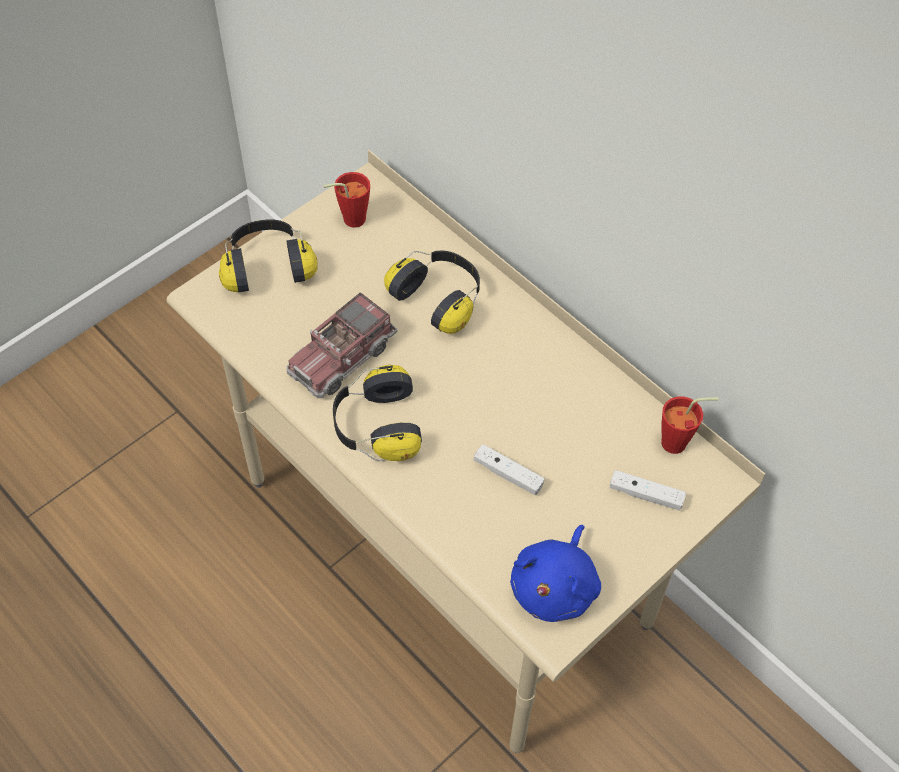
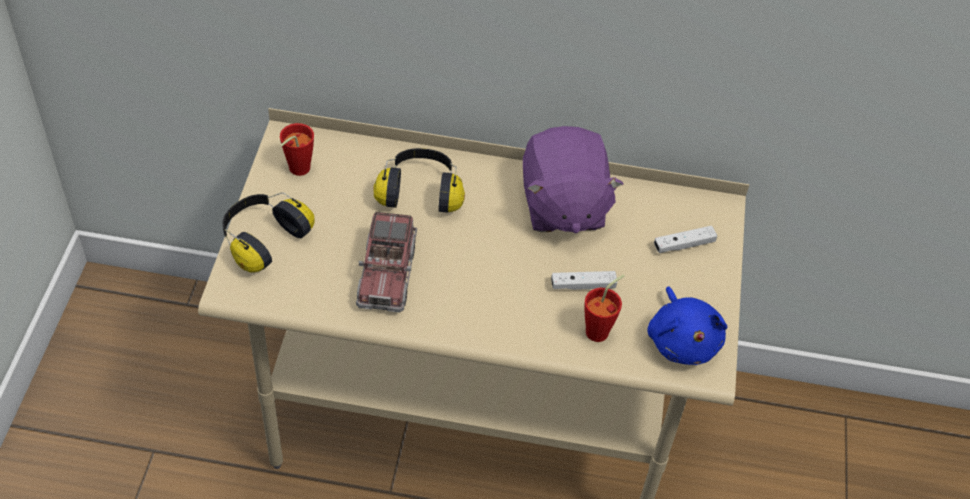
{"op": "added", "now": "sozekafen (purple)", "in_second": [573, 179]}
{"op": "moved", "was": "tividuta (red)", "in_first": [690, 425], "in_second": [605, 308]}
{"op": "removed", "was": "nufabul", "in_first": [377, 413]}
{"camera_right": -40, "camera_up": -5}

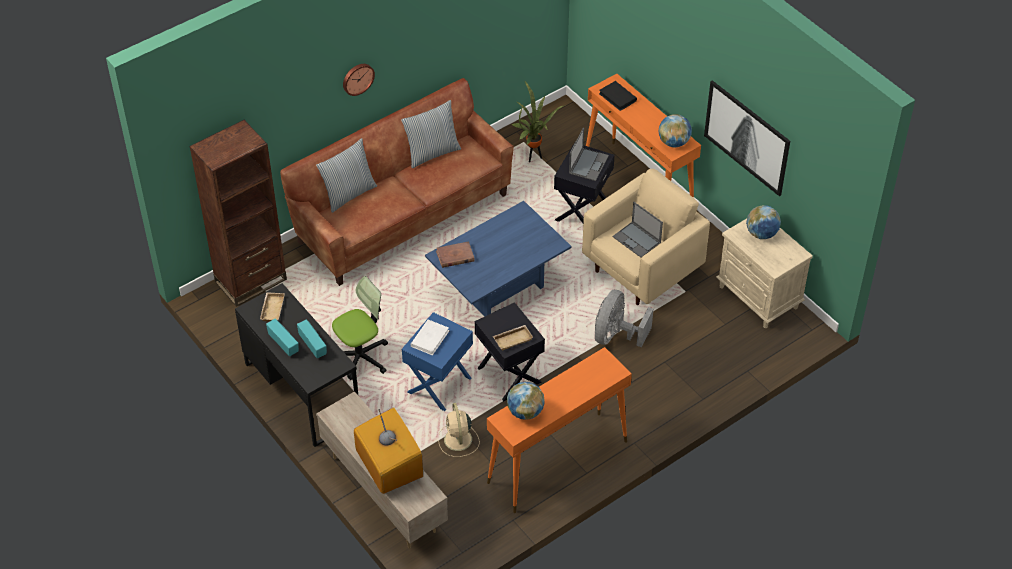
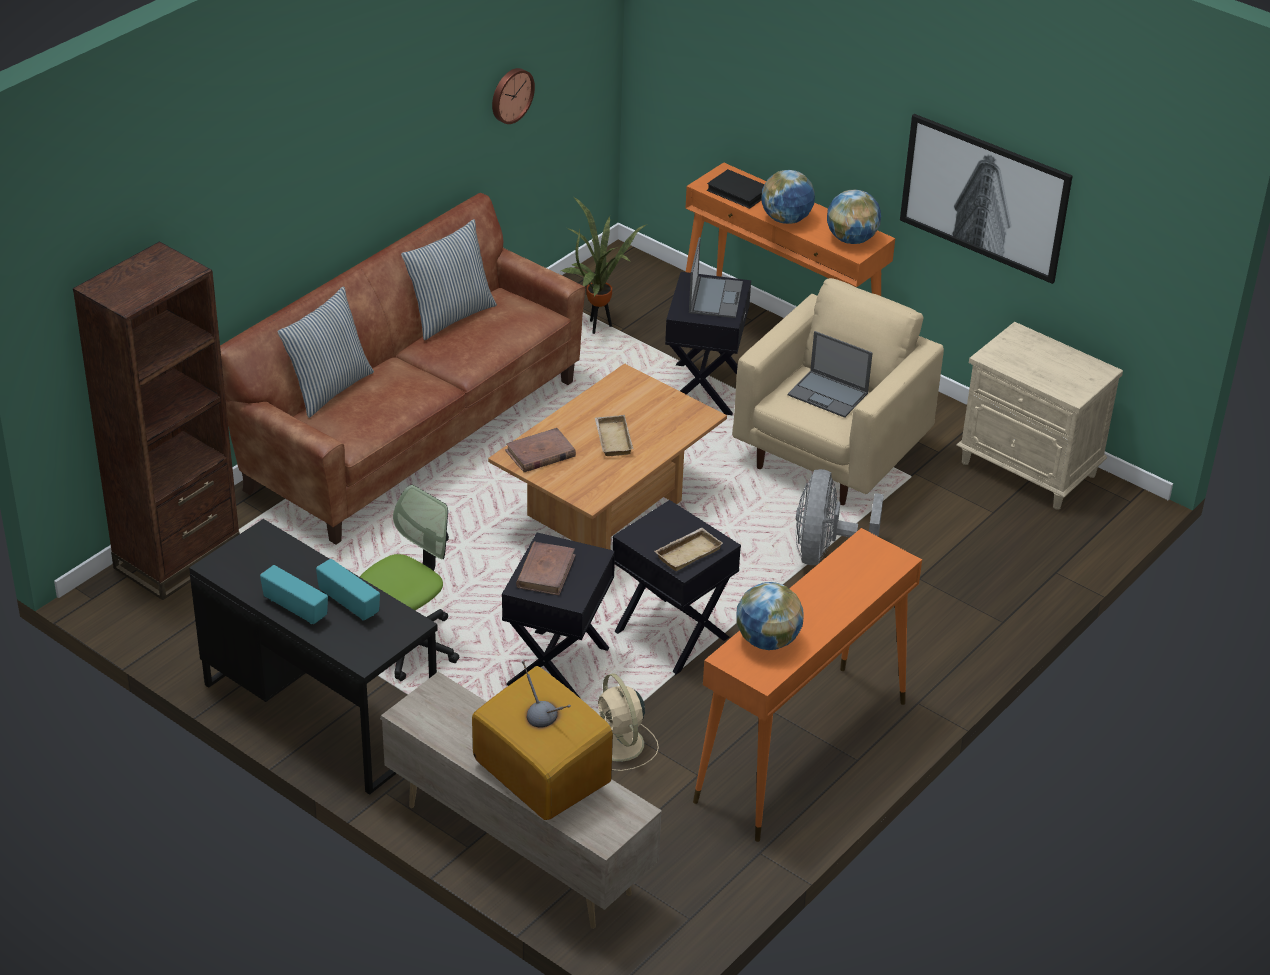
{"op": "recoloured", "was": "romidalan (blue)", "now": "romidalan (brown)", "in_first": [498, 259], "in_second": [607, 456]}
{"op": "moved", "was": "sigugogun", "in_first": [359, 80], "in_second": [513, 96]}
{"op": "recoloured", "was": "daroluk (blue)", "now": "daroluk (black)", "in_first": [437, 361], "in_second": [558, 616]}
{"op": "recoloured", "was": "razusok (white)", "now": "razusok (brown)", "in_first": [430, 338], "in_second": [546, 568]}
{"op": "moved", "was": "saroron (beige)", "in_first": [272, 307], "in_second": [614, 435]}
{"op": "moved", "was": "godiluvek", "in_first": [763, 222], "in_second": [788, 197]}
{"camera_right": -15, "camera_up": -10}

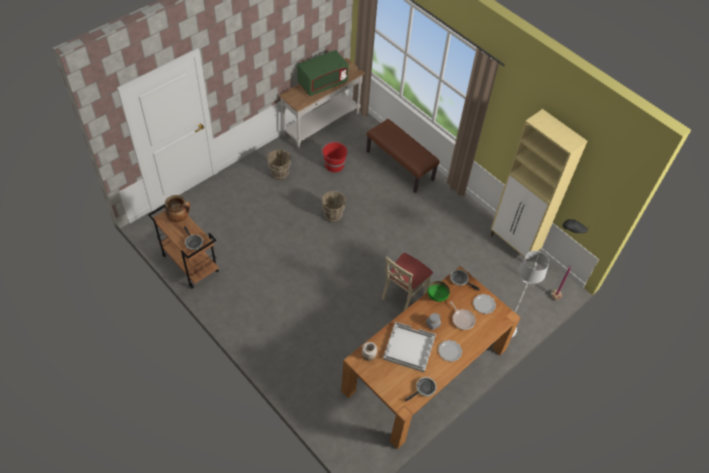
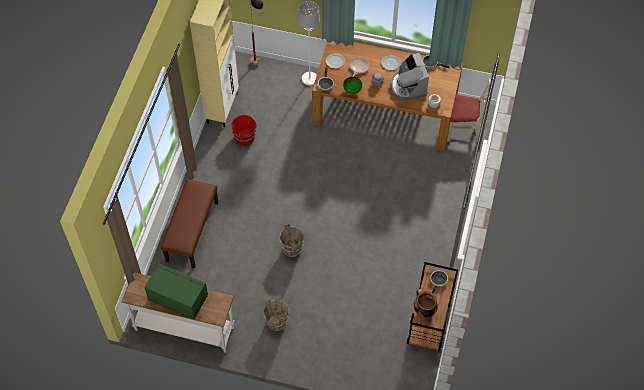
{"op": "moved", "was": "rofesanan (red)", "in_first": [334, 156], "in_second": [243, 130]}
{"op": "replaced", "was": "saroron (white)", "now": "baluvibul", "in_first": [409, 347], "in_second": [410, 77]}
{"op": "moved", "was": "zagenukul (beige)", "in_first": [407, 282], "in_second": [469, 110]}
{"camera_right": -120, "camera_up": 5}

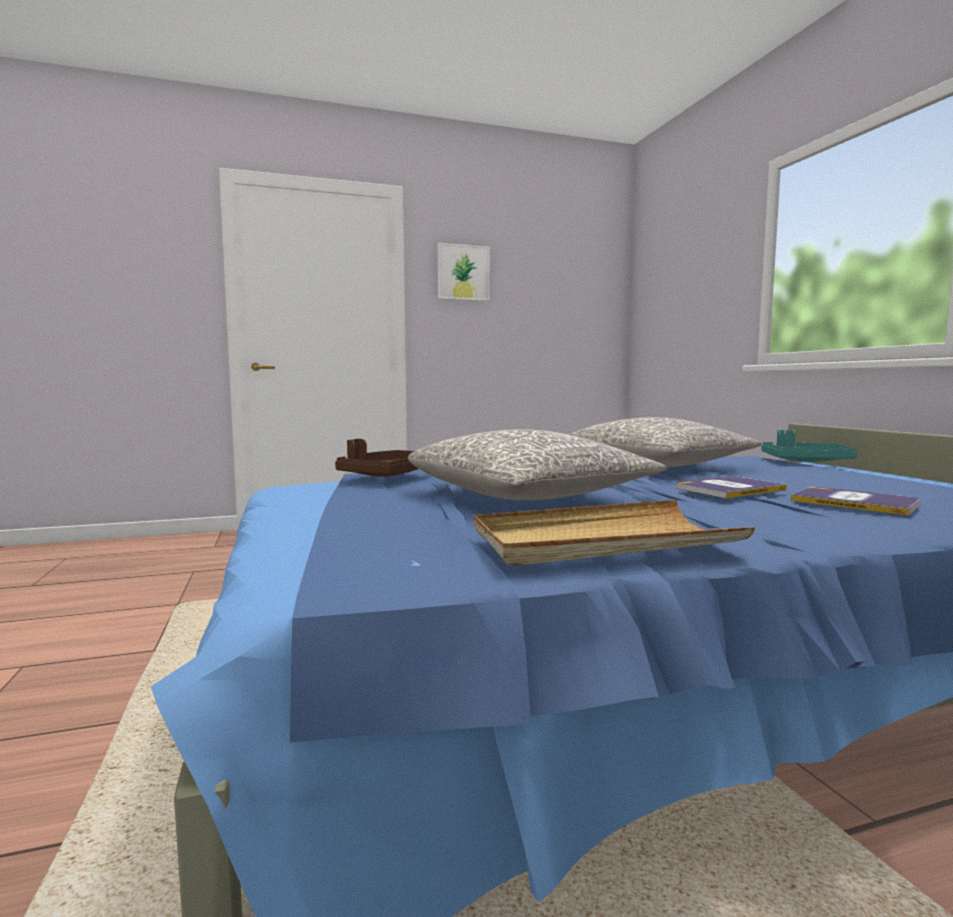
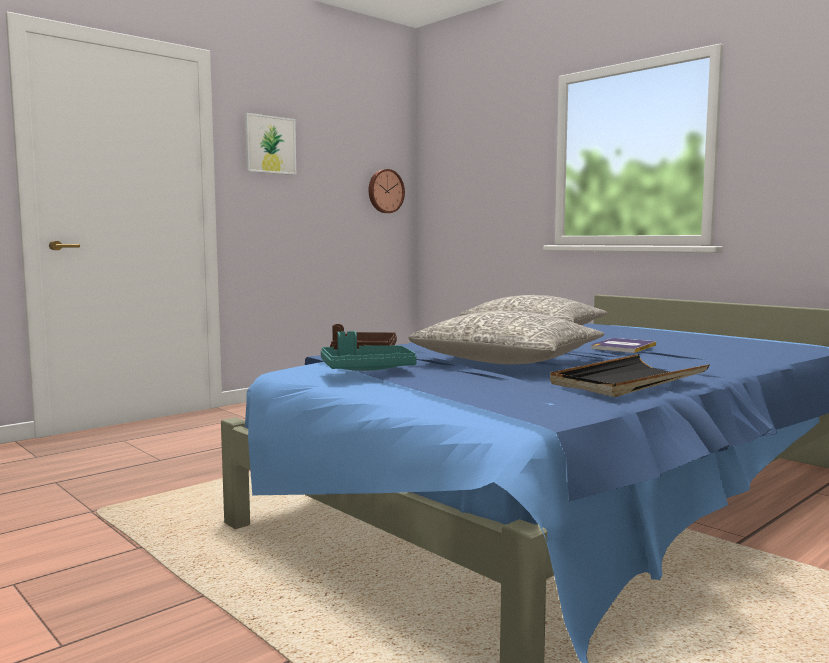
{"op": "moved", "was": "saroron (turquoise)", "in_first": [809, 446], "in_second": [369, 351]}
{"op": "added", "now": "sigugogun", "in_second": [387, 191]}
{"op": "recoloured", "was": "saroron (beige)", "now": "saroron (black)", "in_first": [615, 533], "in_second": [630, 375]}
{"op": "removed", "was": "razusok", "in_first": [856, 501]}
{"camera_right": -25, "camera_up": 0}

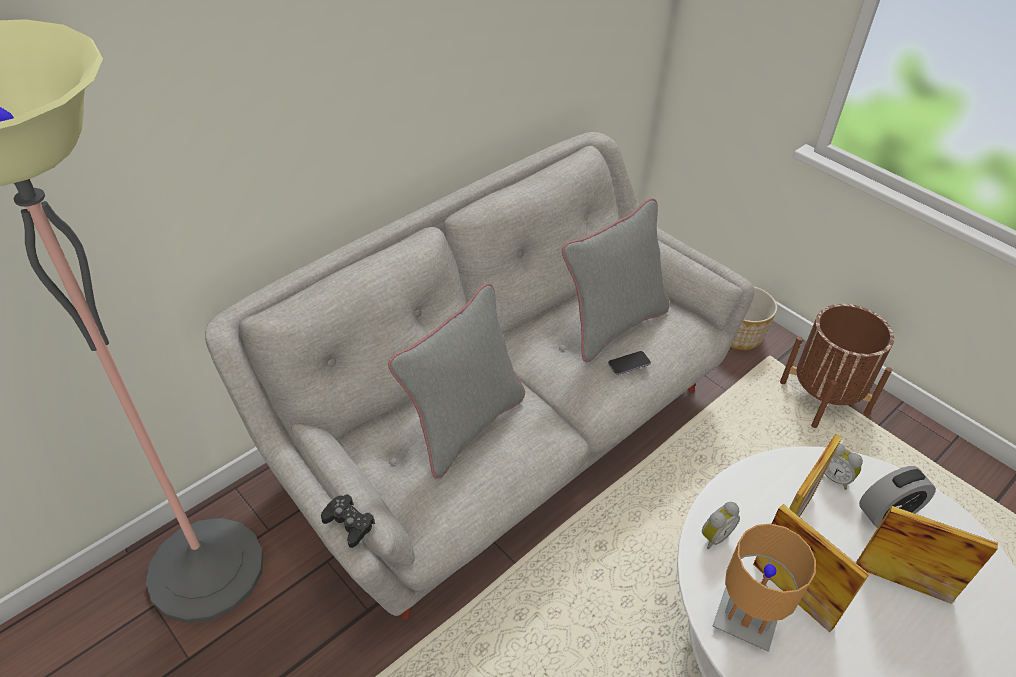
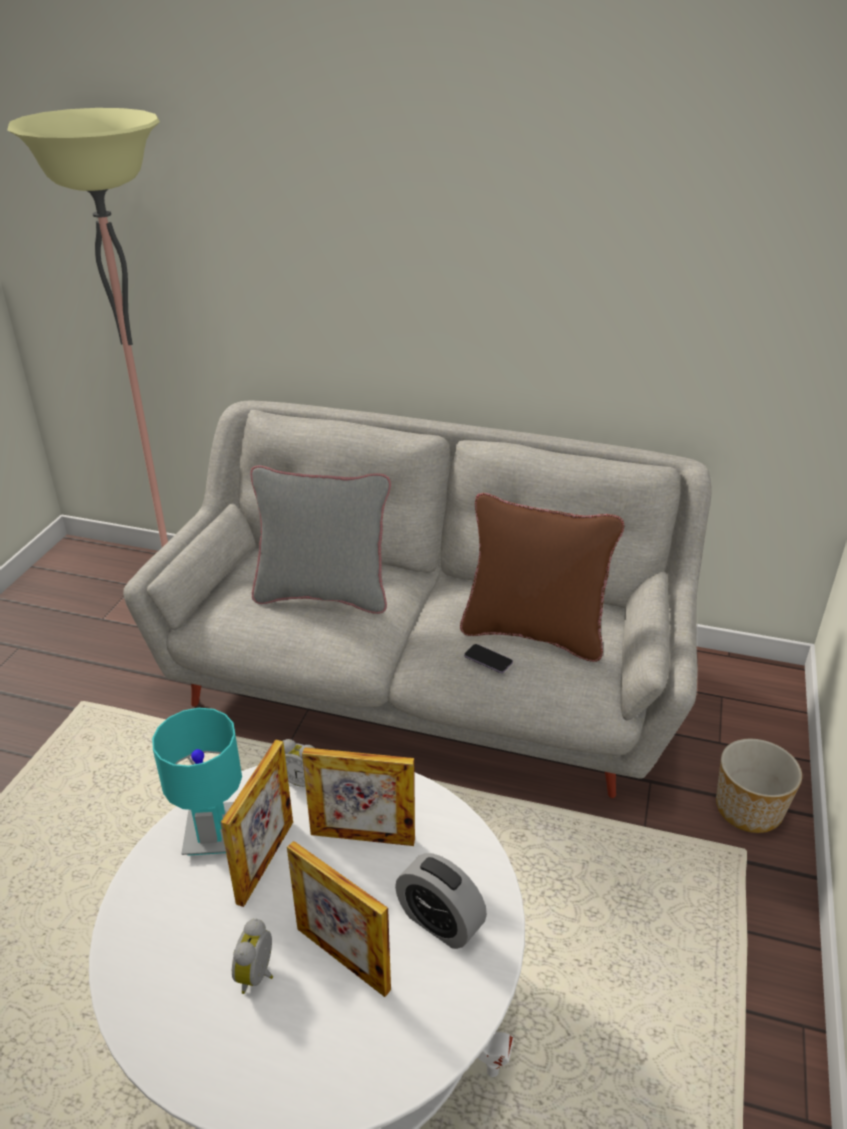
{"op": "recoloured", "was": "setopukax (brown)", "now": "setopukax (turquoise)", "in_first": [764, 587], "in_second": [197, 782]}
{"op": "moved", "was": "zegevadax", "in_first": [843, 466], "in_second": [252, 956]}
{"op": "turned", "was": "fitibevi", "in_first": [927, 555], "in_second": [339, 919], "clockwise": 135}
{"op": "recoloured", "was": "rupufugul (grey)", "now": "rupufugul (brown)", "in_first": [616, 280], "in_second": [542, 577]}
{"op": "removed", "was": "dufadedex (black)", "in_first": [348, 521]}
{"op": "removed", "was": "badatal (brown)", "in_first": [837, 366]}
{"camera_right": 60, "camera_up": -10}

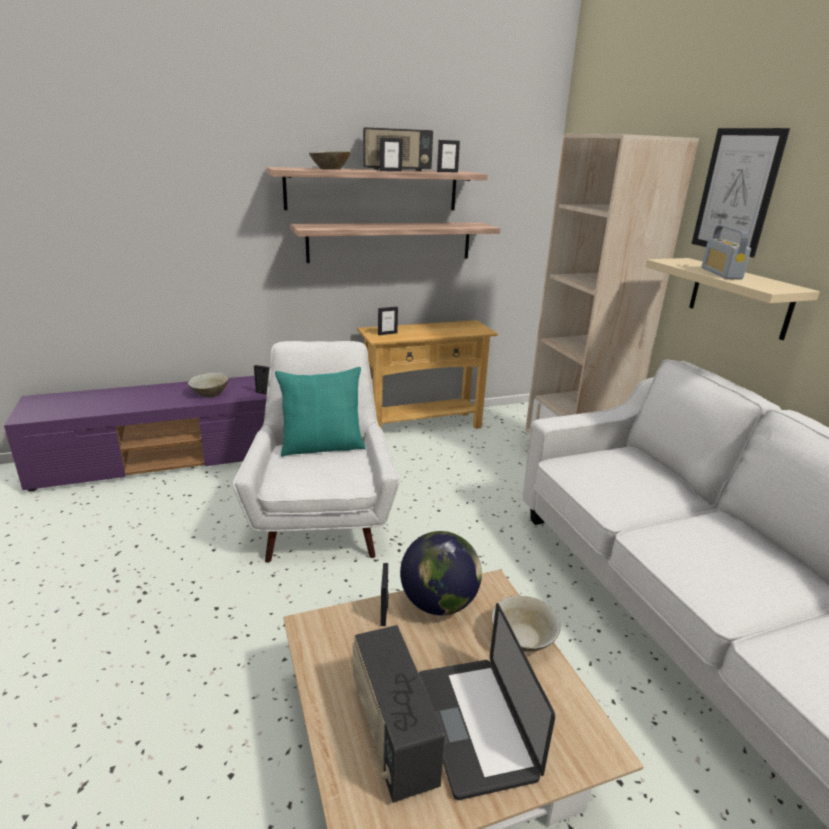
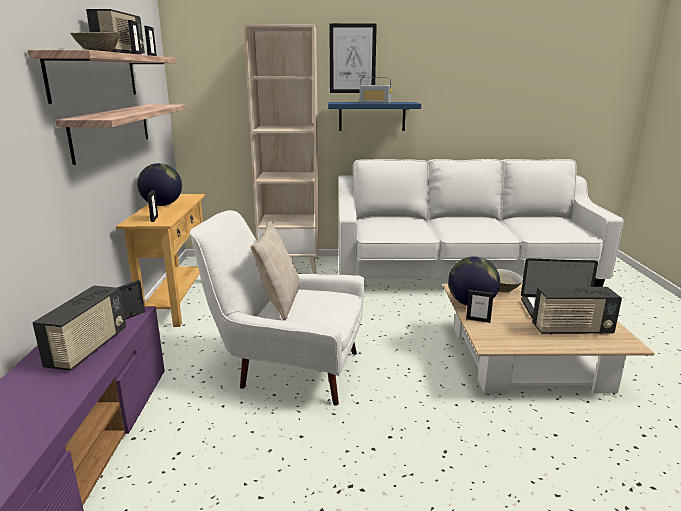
{"op": "replaced", "was": "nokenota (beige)", "now": "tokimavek", "in_first": [208, 385], "in_second": [79, 328]}
{"op": "added", "now": "godiluvek", "in_second": [159, 184]}
{"op": "recoloured", "was": "rupufugul (turquoise)", "now": "rupufugul (beige)", "in_first": [320, 412], "in_second": [275, 270]}
{"op": "recoloured", "was": "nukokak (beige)", "now": "nukokak (blue)", "in_first": [733, 299], "in_second": [374, 116]}
{"camera_right": -70, "camera_up": -5}

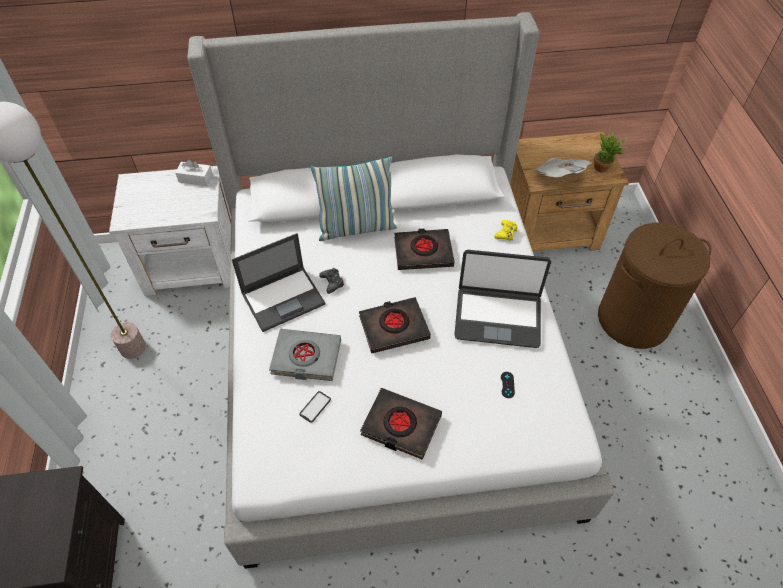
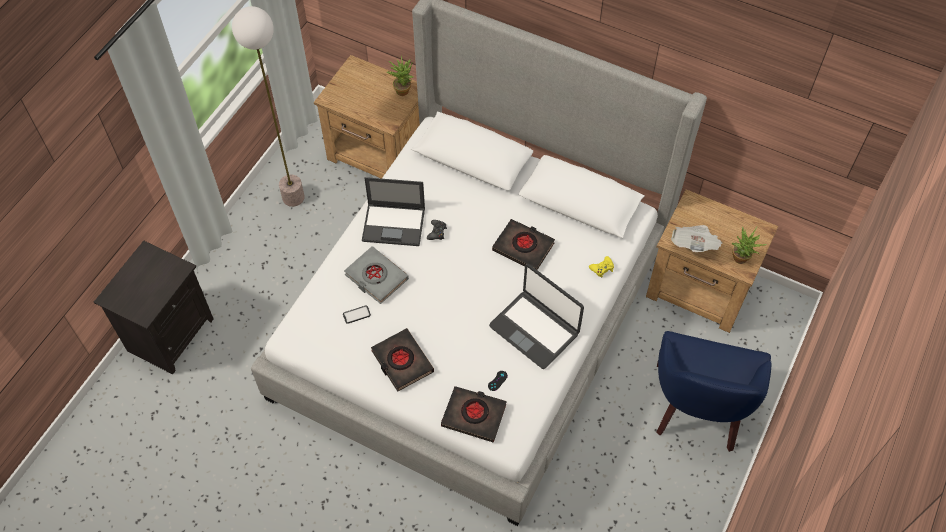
{"op": "recoloured", "was": "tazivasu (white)", "now": "tazivasu (brown)", "in_first": [170, 231], "in_second": [367, 117]}
{"op": "replaced", "was": "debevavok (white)", "now": "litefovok", "in_first": [194, 173], "in_second": [400, 76]}
{"op": "moved", "was": "razusok (black)", "in_first": [395, 325], "in_second": [474, 414]}
{"op": "replaced", "was": "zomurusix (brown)", "now": "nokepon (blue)", "in_first": [655, 285], "in_second": [713, 391]}
{"op": "removed", "was": "rupufugul", "in_first": [353, 199]}
{"camera_right": 35, "camera_up": 5}

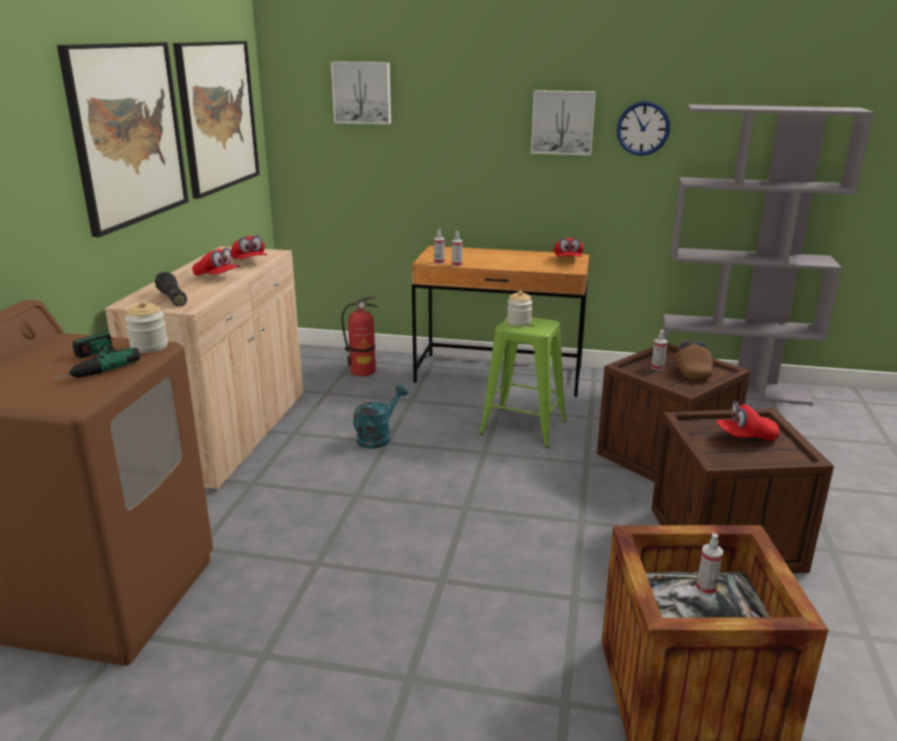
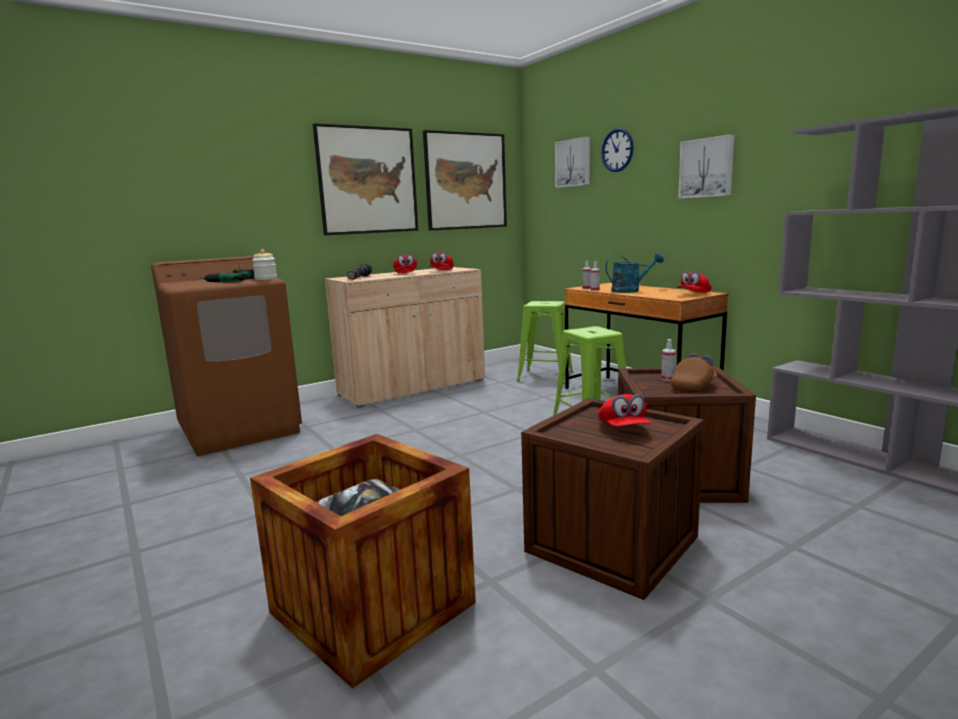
{"op": "replaced", "was": "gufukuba", "now": "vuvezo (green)", "in_first": [360, 336], "in_second": [545, 342]}
{"op": "turned", "was": "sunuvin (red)", "in_first": [748, 421], "in_second": [624, 410], "clockwise": -135}
{"op": "moved", "was": "sigugogun", "in_first": [643, 128], "in_second": [617, 150]}
{"op": "moved", "was": "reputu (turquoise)", "in_first": [380, 417], "in_second": [634, 272]}
{"op": "removed", "was": "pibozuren", "in_first": [519, 308]}
{"op": "removed", "was": "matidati", "in_first": [709, 564]}
{"camera_right": 45, "camera_up": -10}

